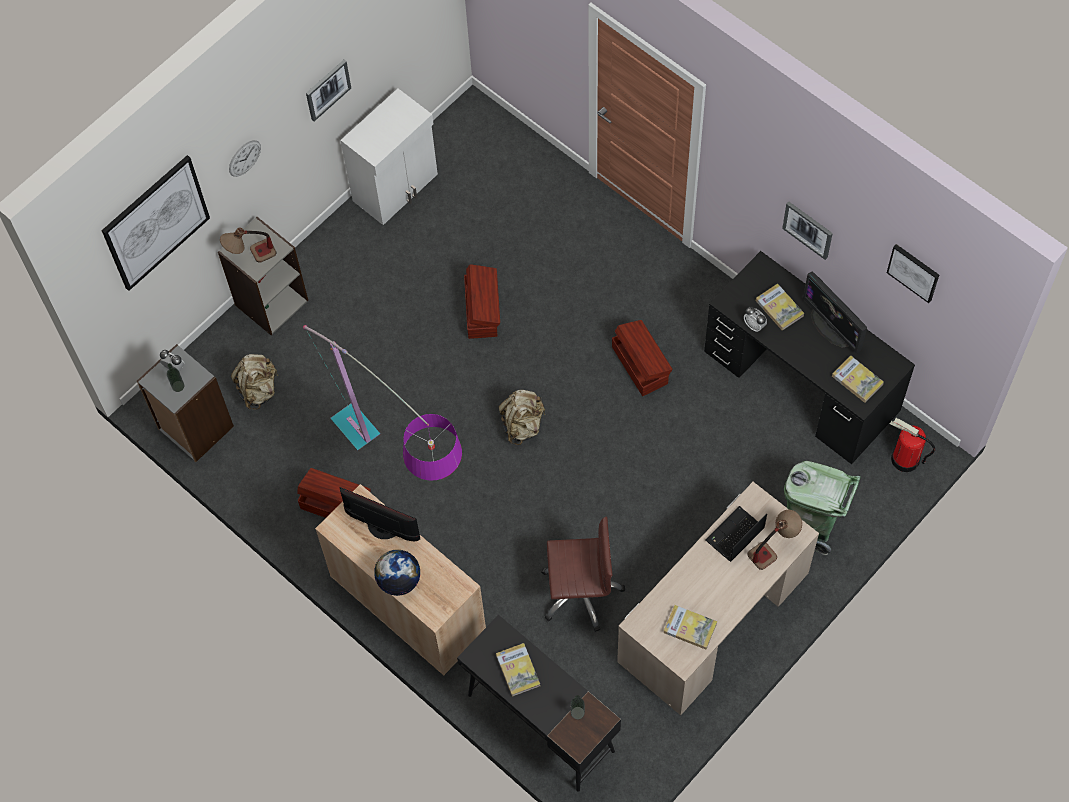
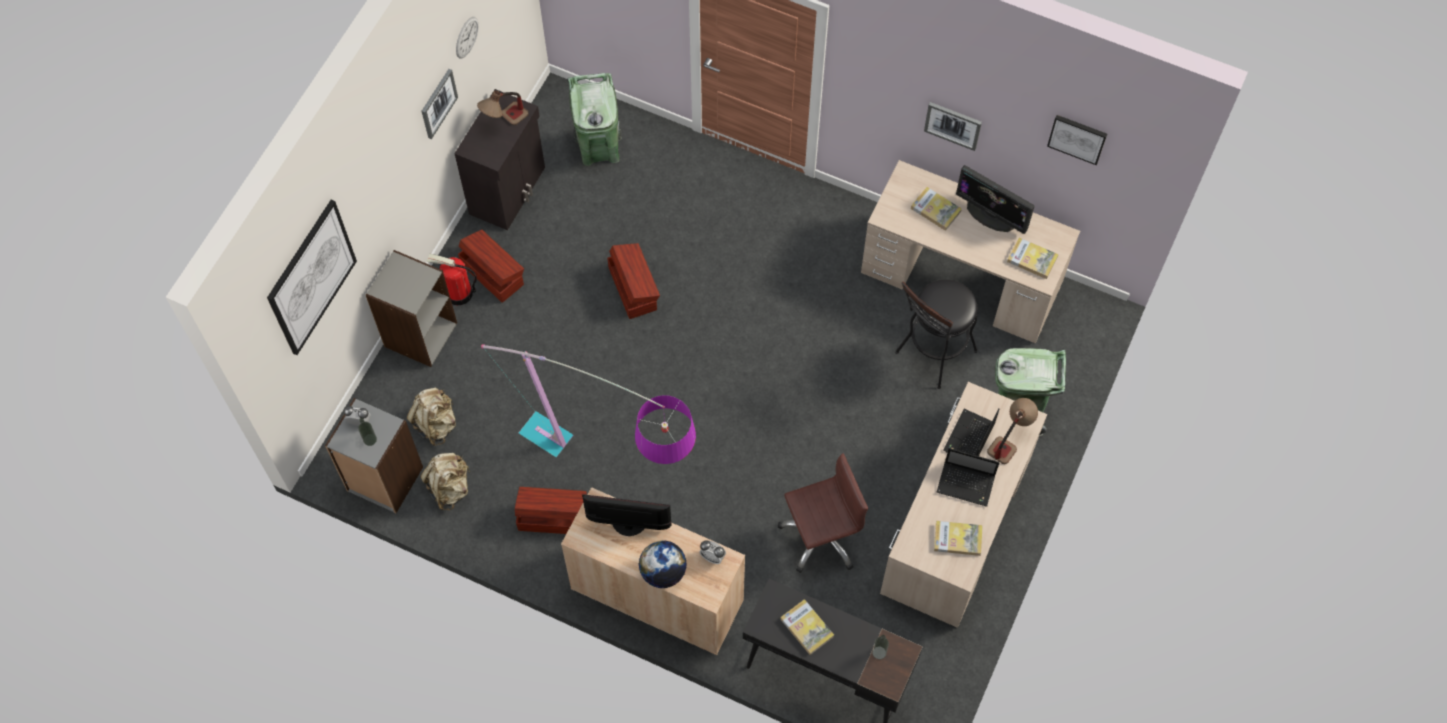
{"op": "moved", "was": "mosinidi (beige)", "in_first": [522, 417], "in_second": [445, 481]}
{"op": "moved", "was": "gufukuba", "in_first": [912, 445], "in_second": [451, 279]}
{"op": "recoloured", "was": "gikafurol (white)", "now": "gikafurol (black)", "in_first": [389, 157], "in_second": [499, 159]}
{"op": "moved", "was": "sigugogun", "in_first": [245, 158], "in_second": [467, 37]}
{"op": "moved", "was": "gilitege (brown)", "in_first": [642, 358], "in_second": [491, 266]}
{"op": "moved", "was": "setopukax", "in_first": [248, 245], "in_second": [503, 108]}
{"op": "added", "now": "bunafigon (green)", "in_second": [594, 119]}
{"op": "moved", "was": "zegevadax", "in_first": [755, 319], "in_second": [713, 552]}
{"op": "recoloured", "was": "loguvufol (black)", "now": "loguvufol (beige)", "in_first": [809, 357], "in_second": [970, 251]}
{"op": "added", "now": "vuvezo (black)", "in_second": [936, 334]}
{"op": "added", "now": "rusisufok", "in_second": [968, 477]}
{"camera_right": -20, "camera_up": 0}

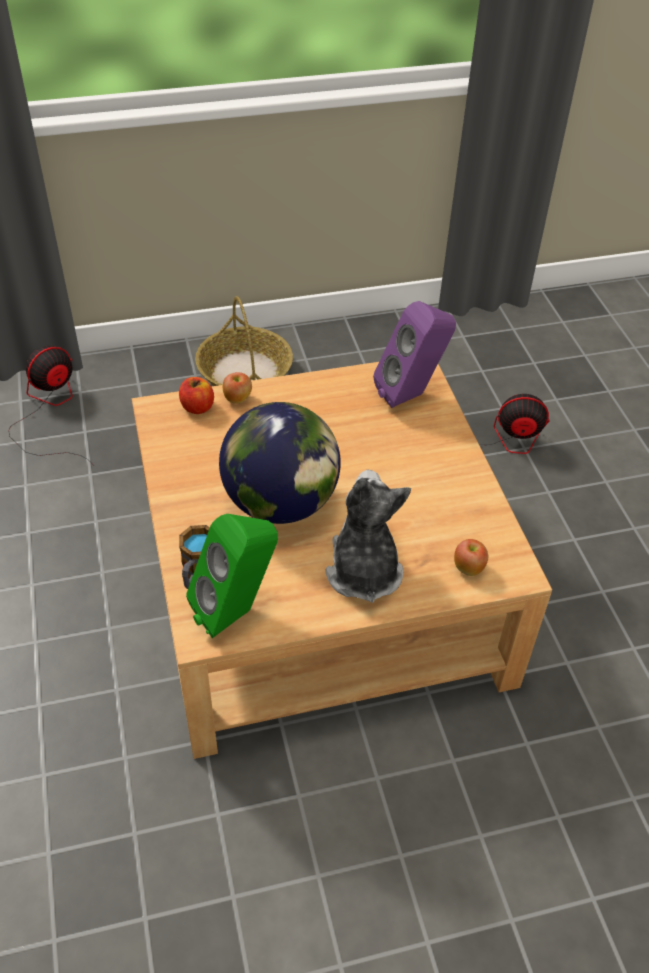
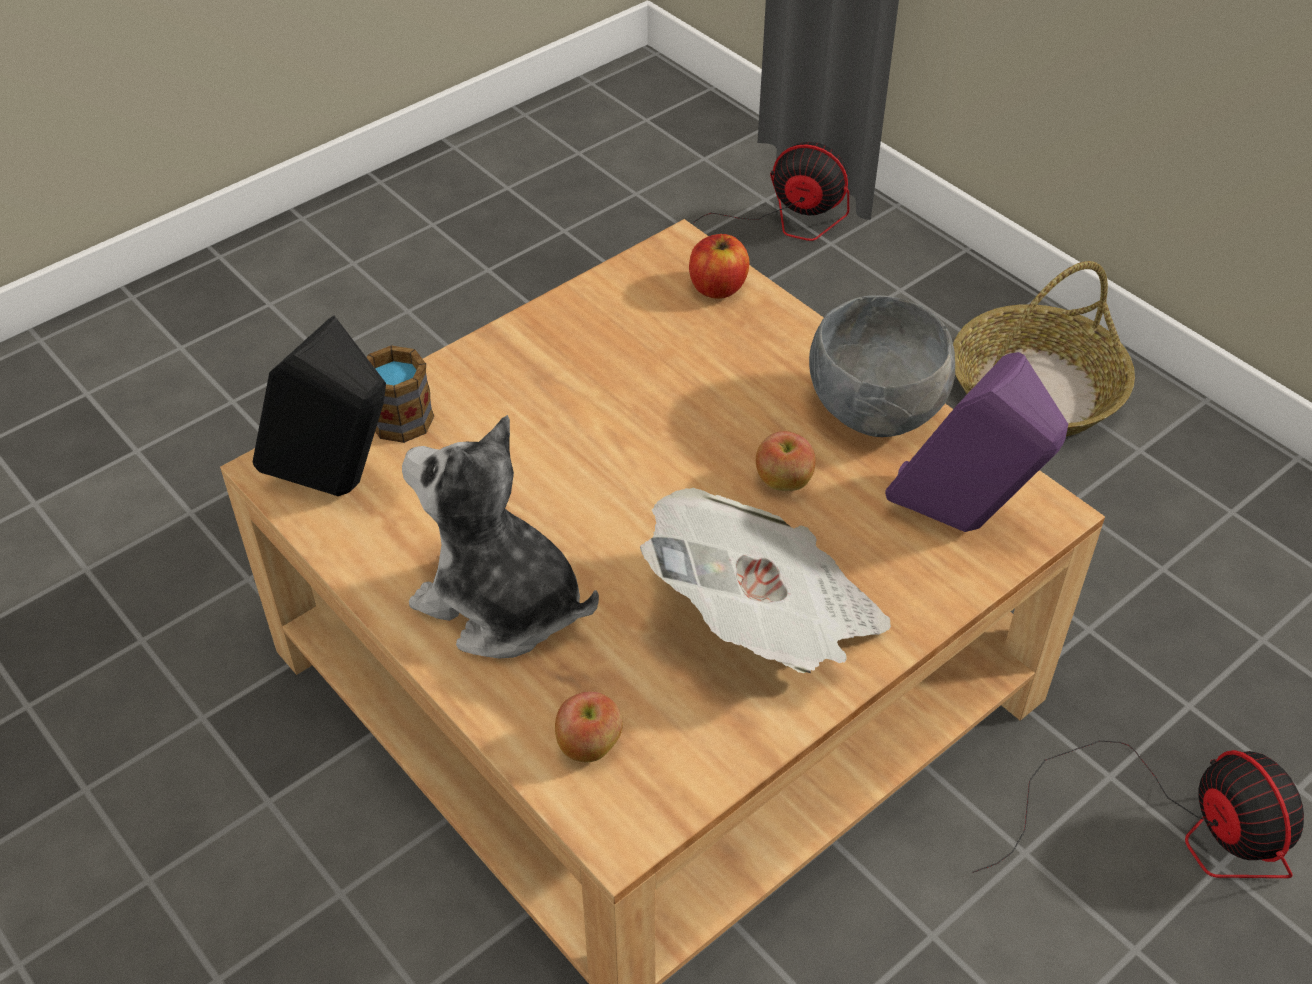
{"op": "recoloured", "was": "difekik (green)", "now": "difekik (black)", "in_first": [232, 576], "in_second": [319, 406]}
{"op": "turned", "was": "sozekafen", "in_first": [368, 536], "in_second": [500, 537], "clockwise": -120}
{"op": "added", "now": "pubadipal", "in_second": [765, 580]}
{"op": "moved", "was": "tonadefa", "in_first": [237, 388], "in_second": [785, 461]}
{"op": "added", "now": "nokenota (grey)", "in_second": [882, 366]}
{"op": "removed", "was": "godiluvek", "in_first": [280, 463]}
{"camera_right": 65, "camera_up": 0}

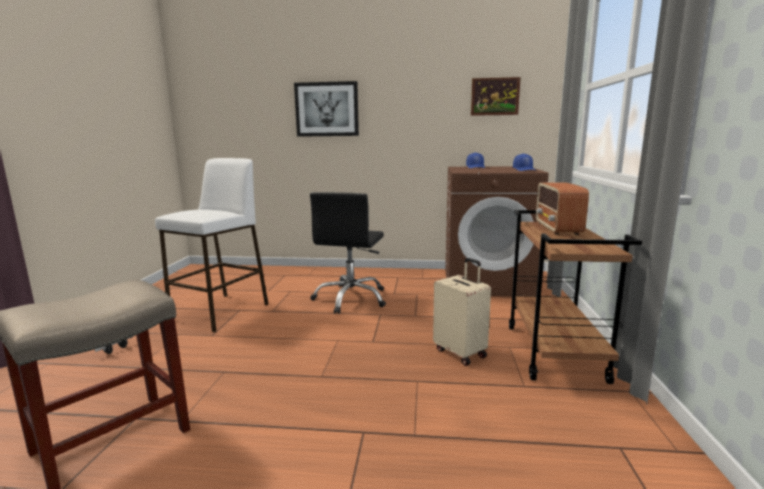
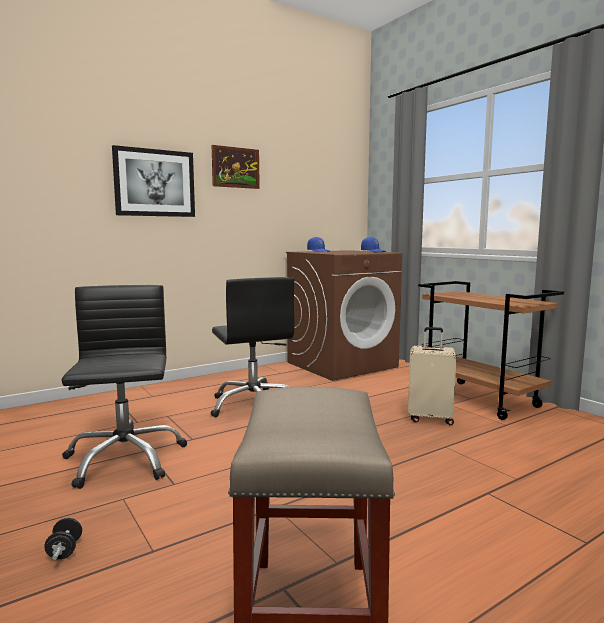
{"op": "replaced", "was": "vuvezo (white)", "now": "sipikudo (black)", "in_first": [211, 245], "in_second": [124, 387]}
{"op": "moved", "was": "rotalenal", "in_first": [496, 96], "in_second": [236, 167]}
{"op": "removed", "was": "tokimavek", "in_first": [562, 208]}
{"camera_right": -40, "camera_up": -5}

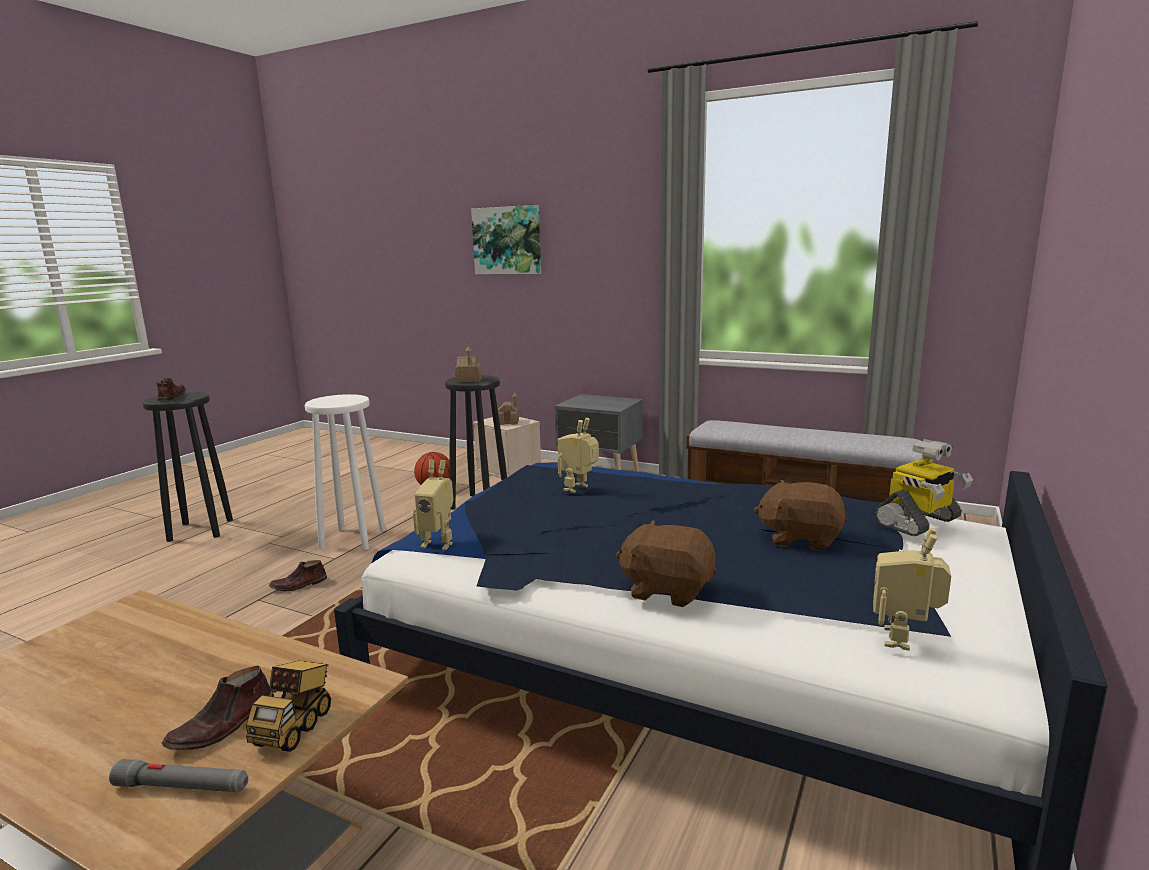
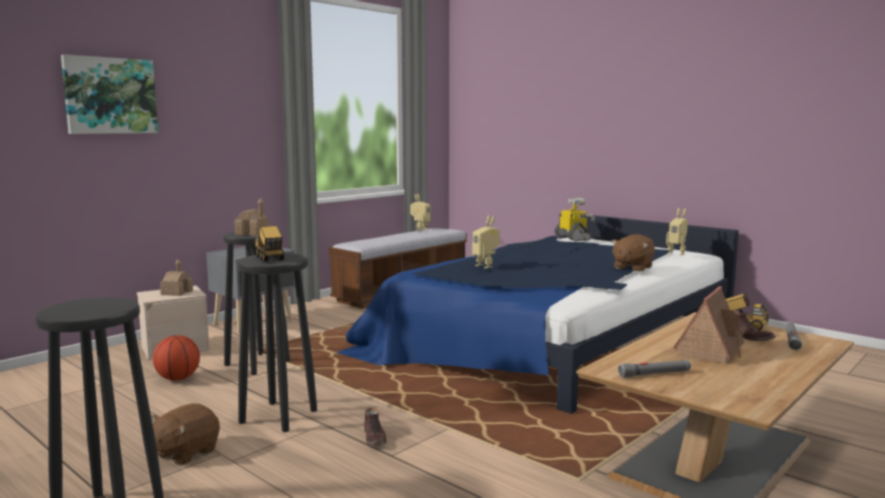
{"op": "moved", "was": "sozekafen (brown)", "in_first": [800, 515], "in_second": [185, 434]}
{"op": "recoloured", "was": "vuvezo (white)", "now": "vuvezo (black)", "in_first": [345, 472], "in_second": [277, 342]}
{"op": "added", "now": "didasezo", "in_second": [269, 243]}
{"op": "moved", "was": "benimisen", "in_first": [433, 504], "in_second": [420, 212]}
{"op": "added", "now": "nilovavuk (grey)", "in_second": [654, 369]}
{"op": "added", "now": "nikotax", "in_second": [708, 325]}
{"op": "removed", "was": "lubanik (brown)", "in_first": [171, 389]}
{"camera_right": -75, "camera_up": -5}

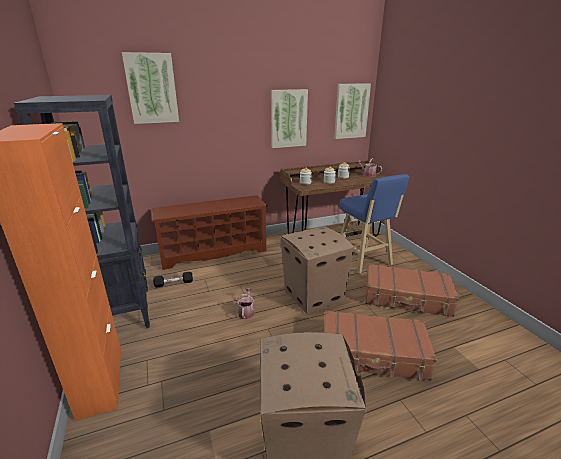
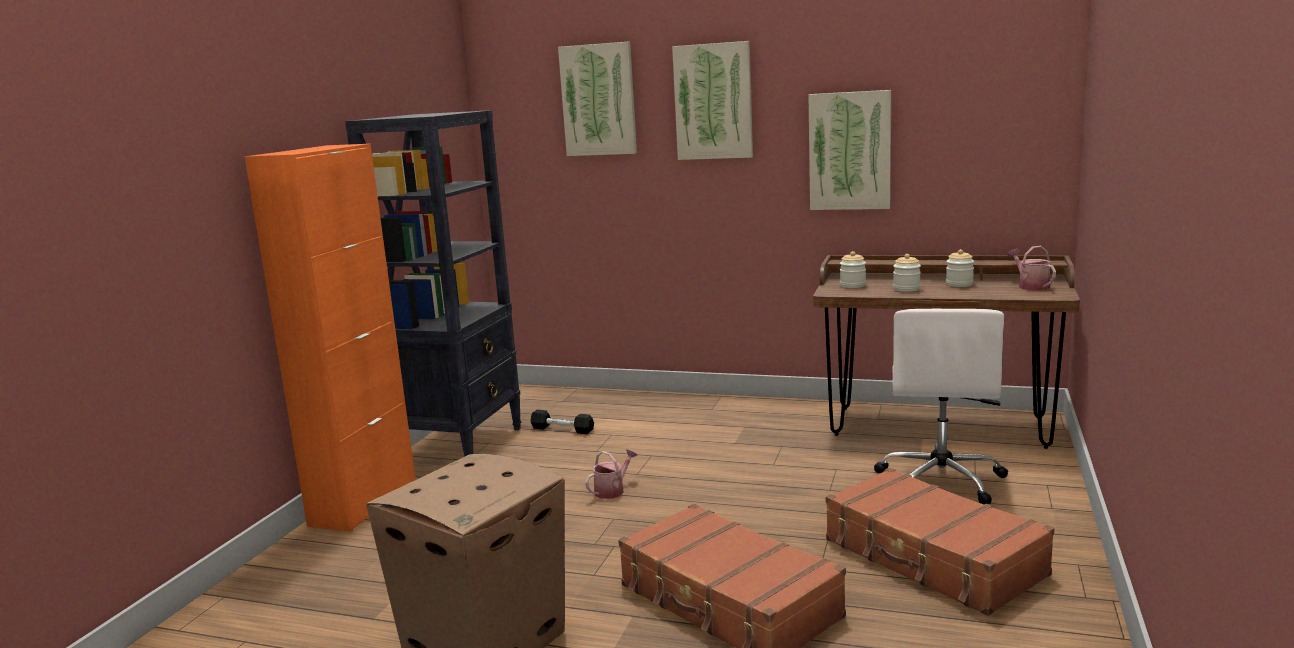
{"op": "moved", "was": "rotalenal", "in_first": [352, 111], "in_second": [712, 100]}
{"op": "replaced", "was": "vuvezo (blue)", "now": "sipikudo (white)", "in_first": [374, 224], "in_second": [941, 407]}
{"op": "removed", "was": "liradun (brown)", "in_first": [209, 232]}
{"op": "removed", "was": "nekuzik", "in_first": [317, 270]}
{"camera_right": 40, "camera_up": -10}

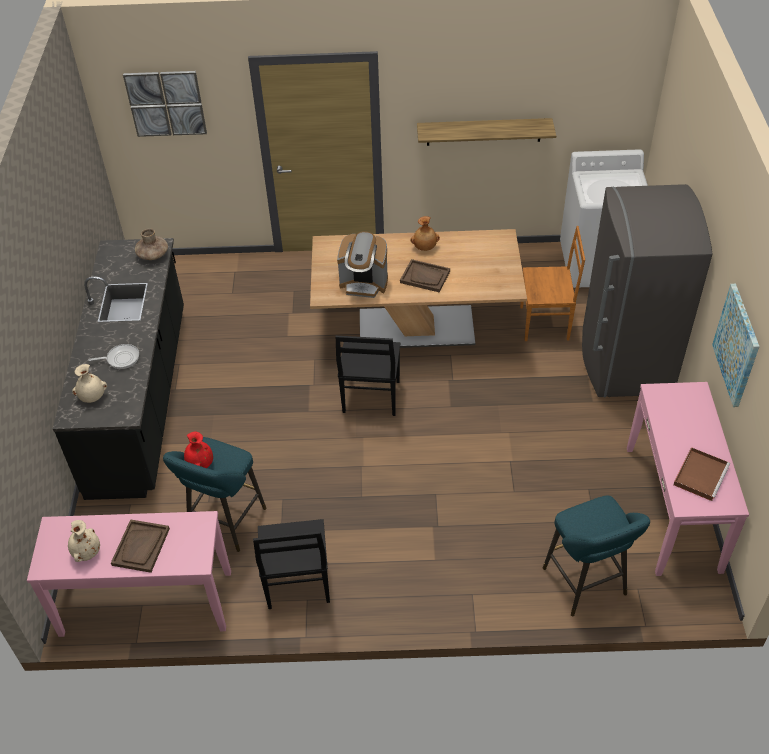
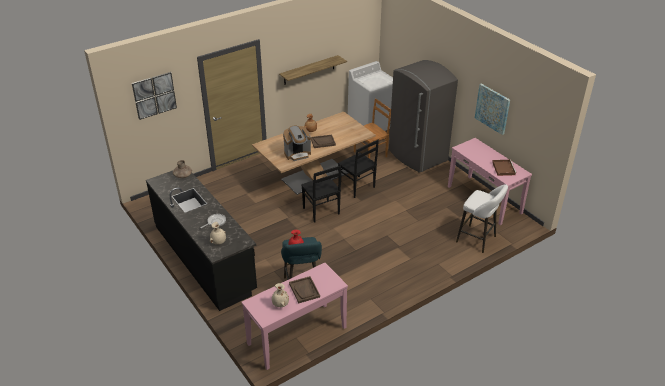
{"op": "moved", "was": "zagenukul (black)", "in_first": [291, 564], "in_second": [358, 169]}
{"op": "recoloured", "was": "vuvezo (turquoise)", "now": "vuvezo (white)", "in_first": [596, 555], "in_second": [482, 218]}
{"camera_right": -35, "camera_up": -10}

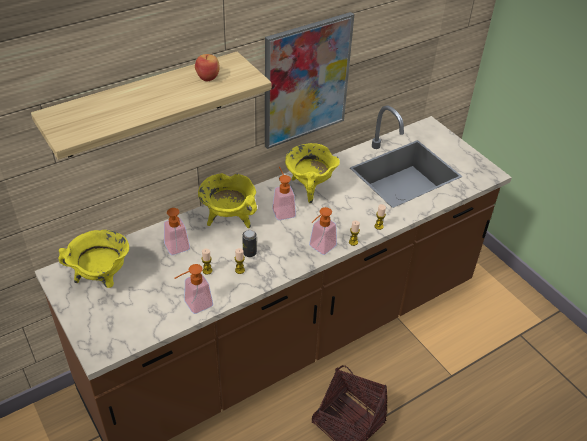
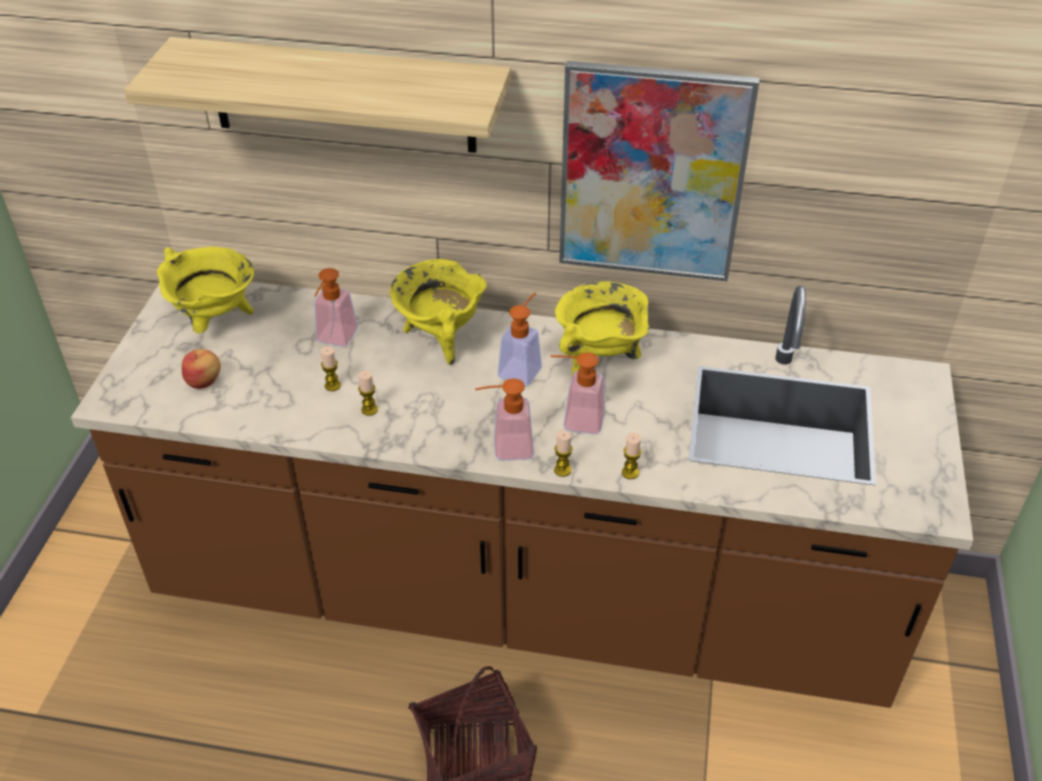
{"op": "moved", "was": "tonadefa", "in_first": [207, 67], "in_second": [201, 369]}
{"op": "moved", "was": "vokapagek", "in_first": [193, 289], "in_second": [578, 393]}
{"op": "removed", "was": "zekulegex", "in_first": [249, 243]}
{"camera_right": 45, "camera_up": 0}

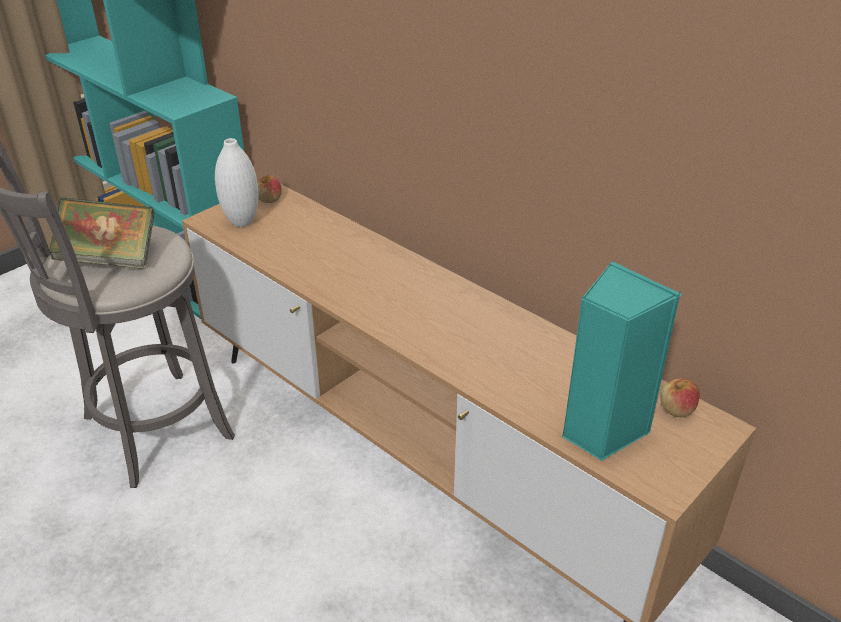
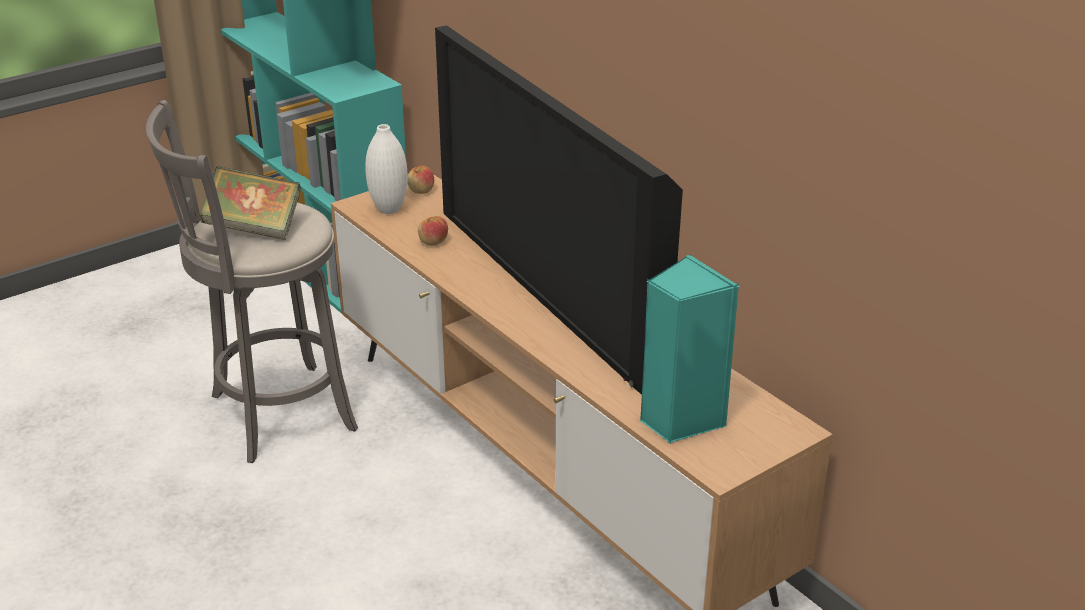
{"op": "moved", "was": "tonadefa", "in_first": [680, 397], "in_second": [433, 231]}
{"op": "added", "now": "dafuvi", "in_second": [559, 210]}
{"camera_right": 10, "camera_up": -5}

